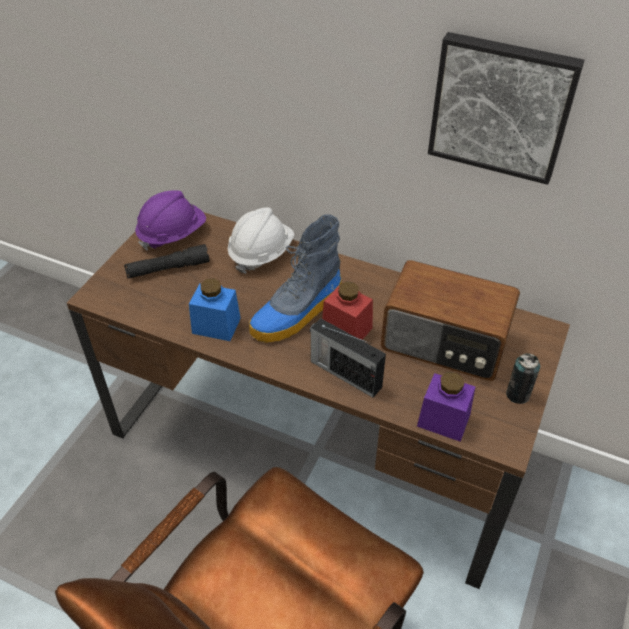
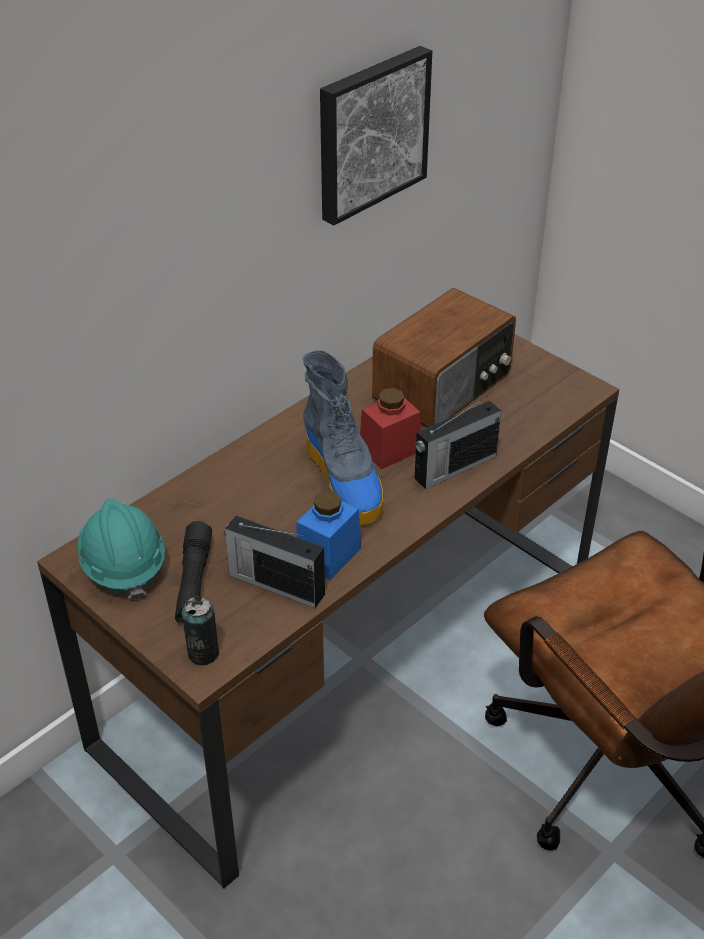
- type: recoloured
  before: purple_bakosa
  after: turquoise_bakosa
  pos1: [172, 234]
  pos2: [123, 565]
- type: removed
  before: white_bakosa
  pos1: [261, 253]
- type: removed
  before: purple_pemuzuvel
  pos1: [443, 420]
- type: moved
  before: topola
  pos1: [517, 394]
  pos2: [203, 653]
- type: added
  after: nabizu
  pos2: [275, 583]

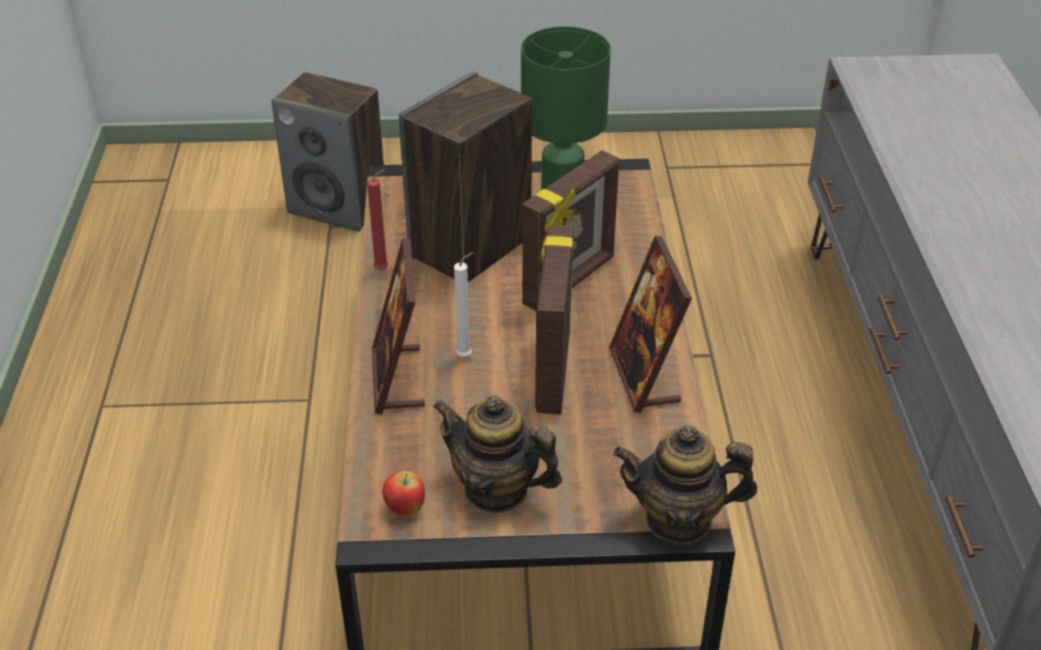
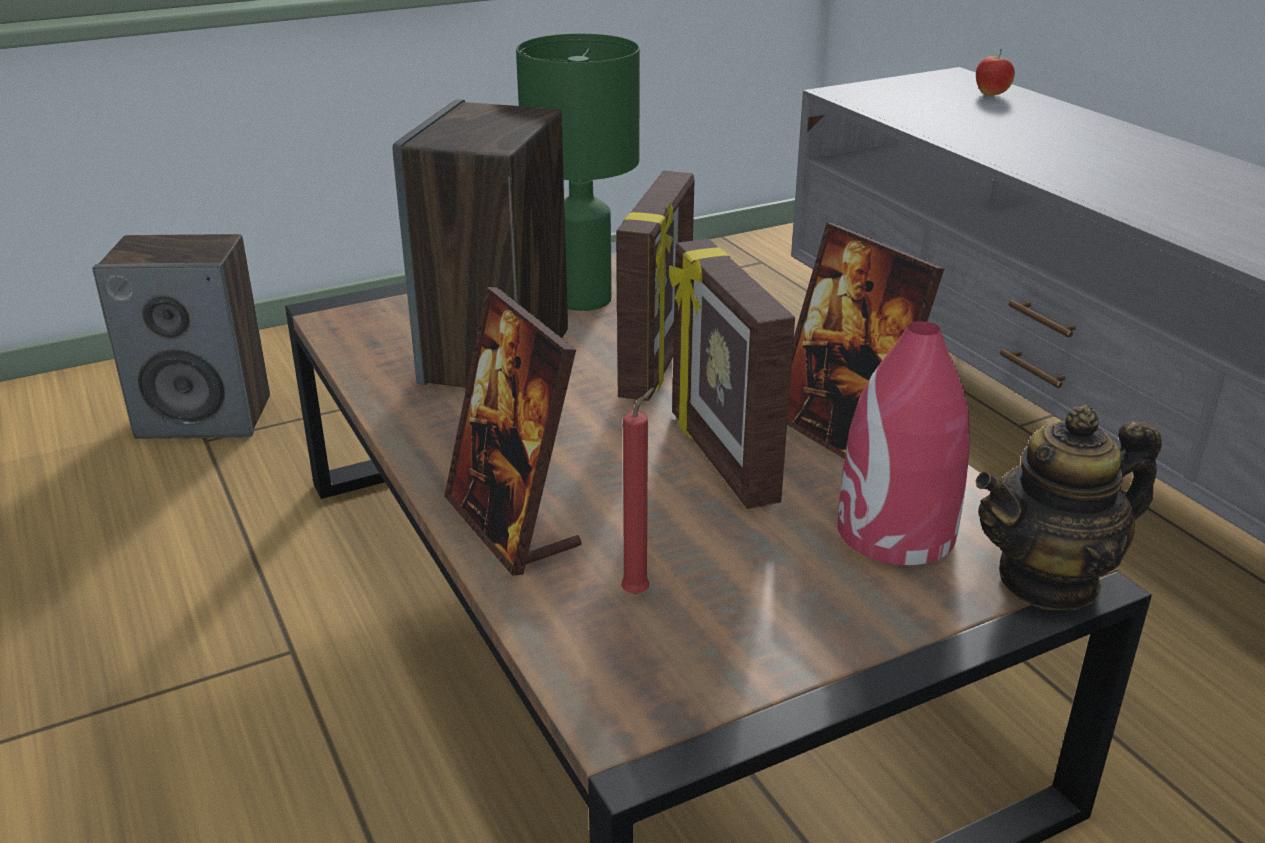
- type: moved
  before: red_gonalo
  pos1: [383, 269]
  pos2: [639, 592]
- type: moved
  before: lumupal
  pos1: [405, 509]
  pos2: [991, 95]
- type: removed
  before: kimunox
  pos1: [496, 490]
- type: removed
  before: white_gonalo
  pos1: [466, 356]
- type: added
  after: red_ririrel
  pos2: [896, 532]

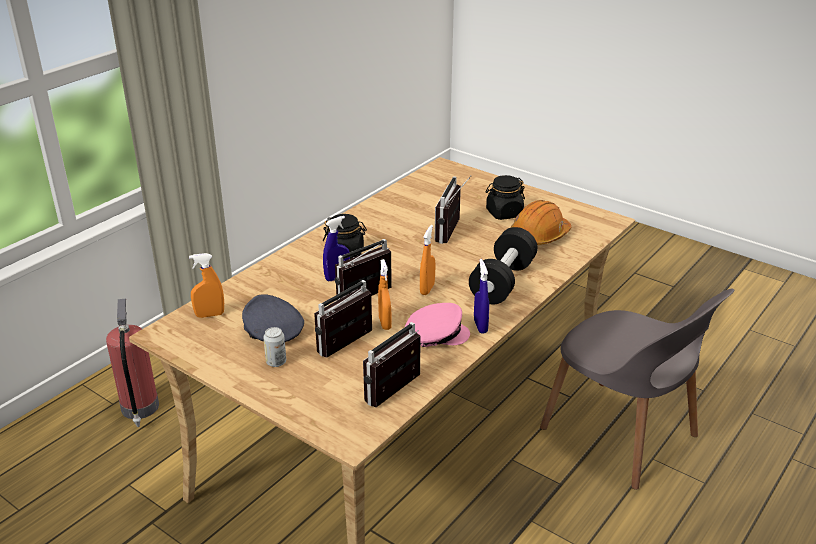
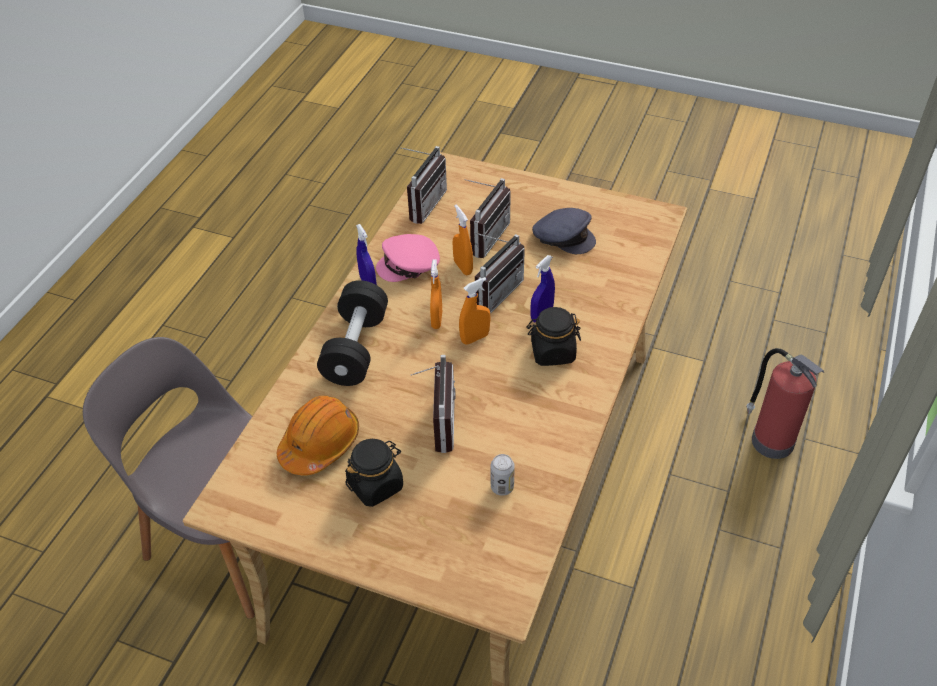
- type: moved
  before: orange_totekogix
  pos1: [210, 315]
  pos2: [475, 338]
- type: moved
  before: topola
  pos1: [276, 362]
  pos2: [502, 487]

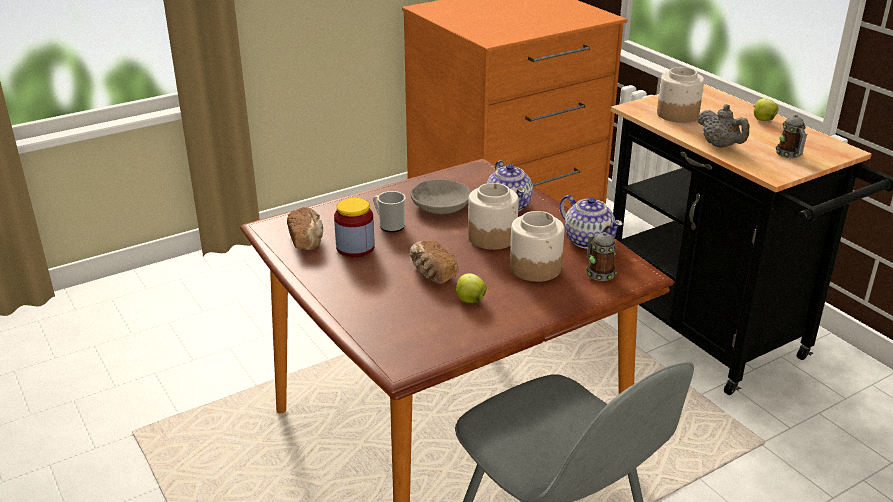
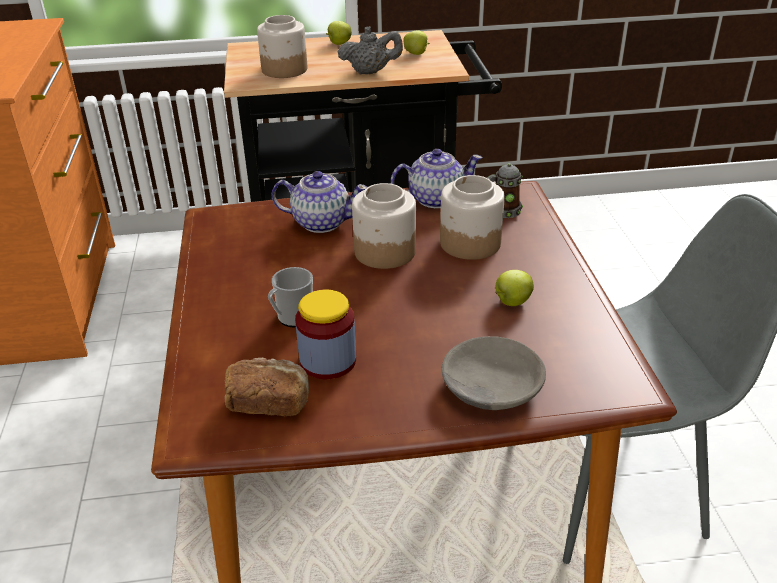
- type: moved
  before: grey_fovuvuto
  pos1: [440, 205]
  pos2: [490, 387]
- type: removed
  before: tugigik
  pos1: [432, 273]
- type: replaced
  before: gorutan
  after: lumupal
  pos1: [790, 155]
  pos2: [416, 54]

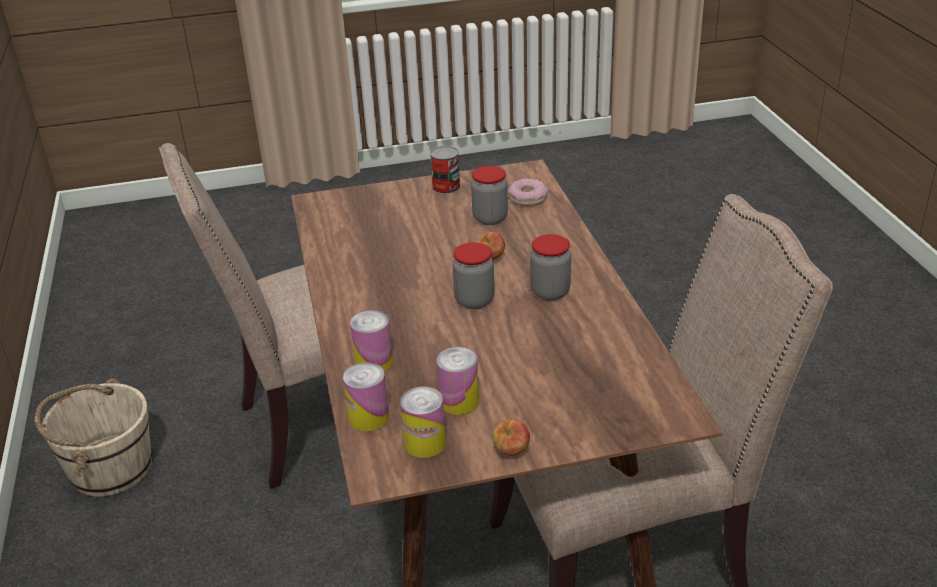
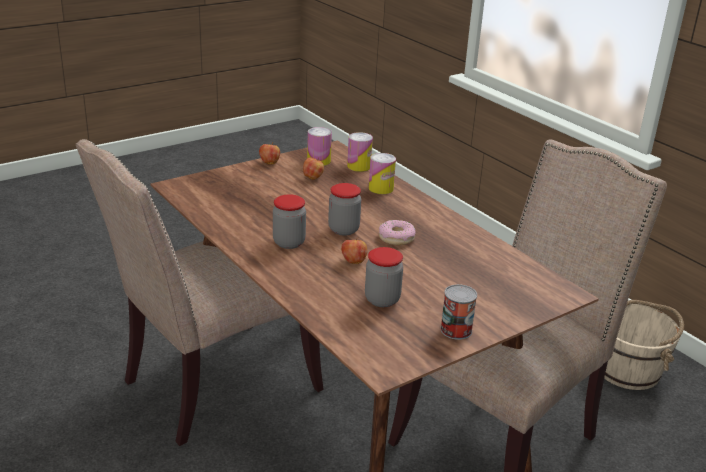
- type: replaced
  before: topola
  after: lumupal
  pos1: [459, 401]
  pos2: [313, 178]
- type: moved
  before: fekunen
  pos1: [528, 198]
  pos2: [396, 238]

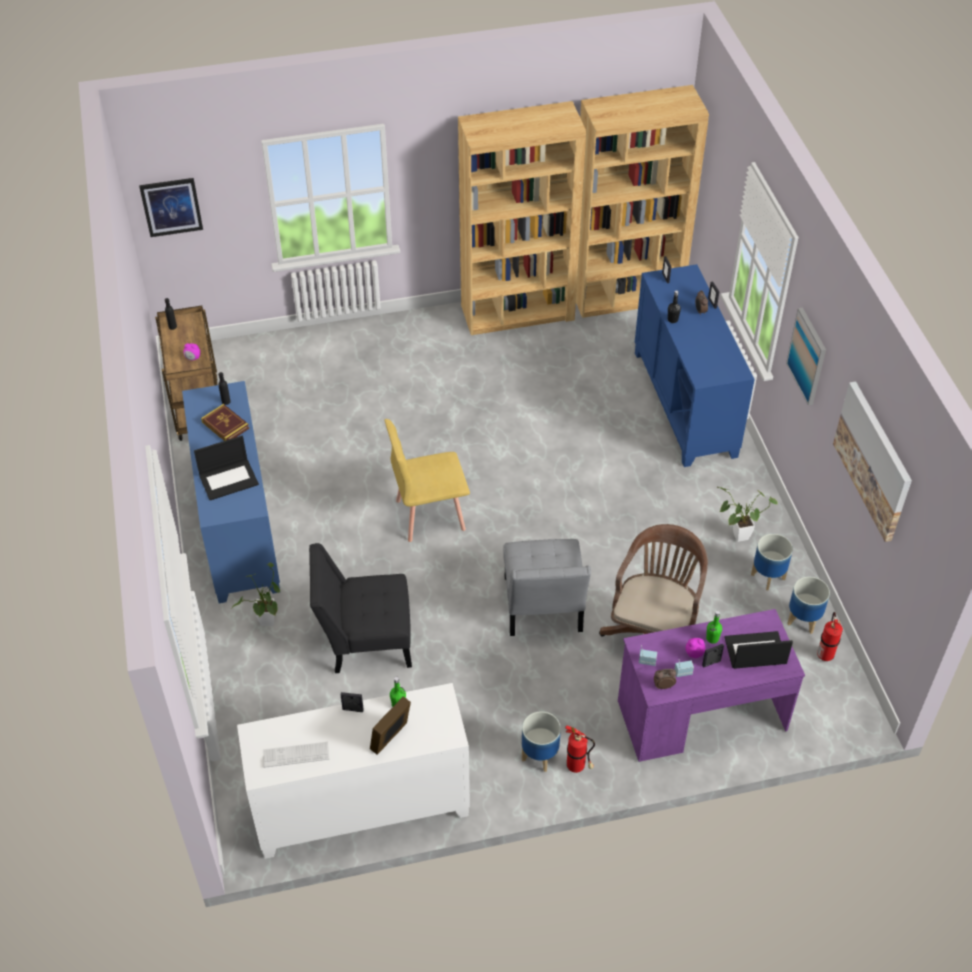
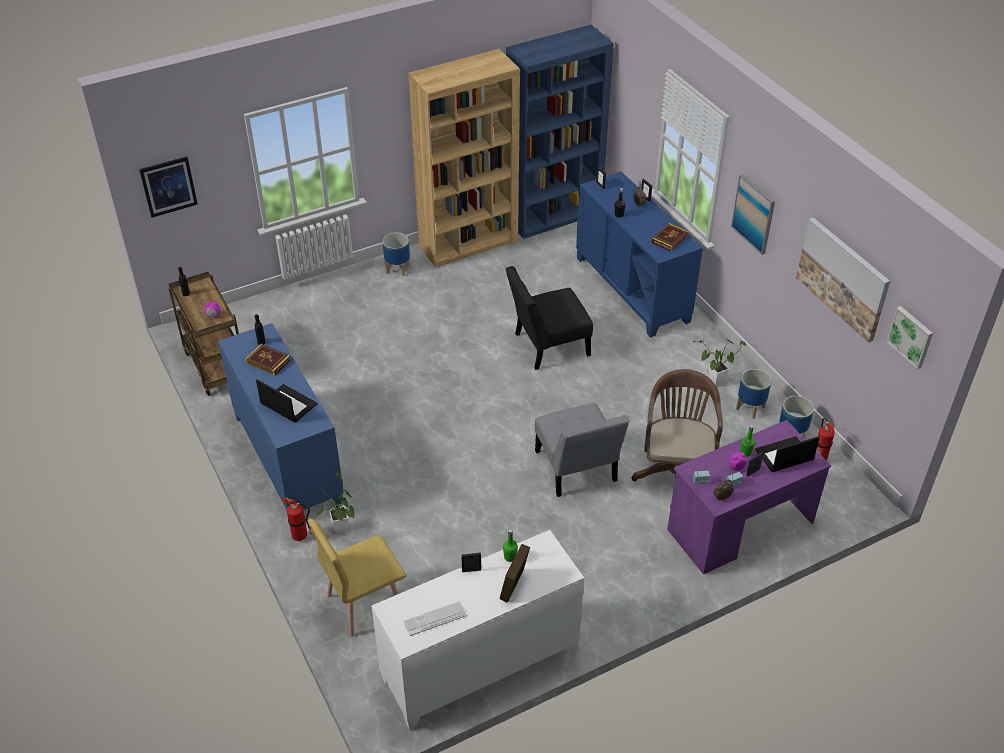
- type: turned
  before: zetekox
  pos1: [229, 479]
  pos2: [288, 404]
  turn: -105
- type: moved
  before: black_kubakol
  pos1: [365, 640]
  pos2: [547, 346]
- type: moved
  before: yellow_kubakol
  pos1: [429, 514]
  pos2: [364, 603]
- type: moved
  before: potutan
  pos1: [539, 756]
  pos2: [397, 269]
- type: moved
  before: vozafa
  pos1: [577, 767]
  pos2: [302, 537]
- type: recoloured
  before: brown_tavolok
  after: blue_tavolok
  pos1: [627, 296]
  pos2: [554, 216]
- type: added
  after: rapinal
  pos2: [669, 239]
- type: added
  after: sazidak
  pos2: [911, 336]

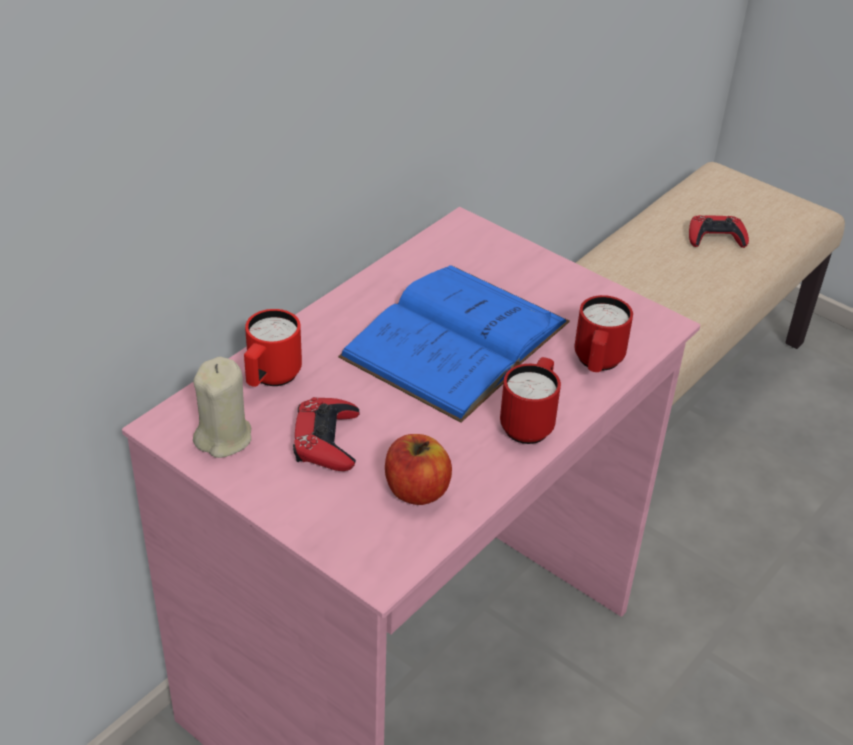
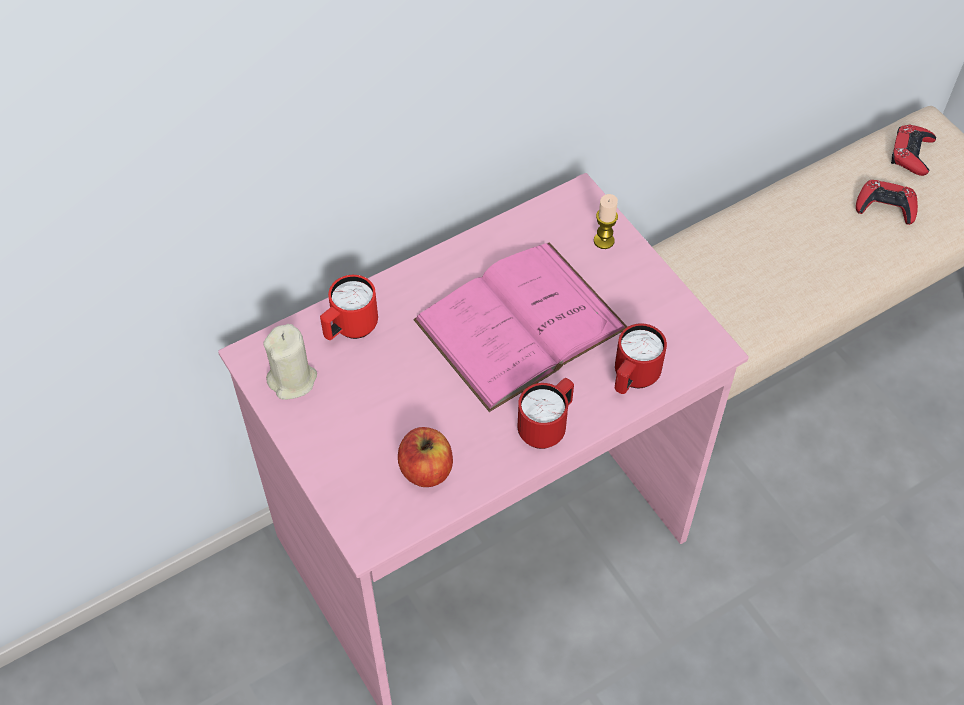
- type: moved
  before: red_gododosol
  pos1: [326, 441]
  pos2: [911, 154]
- type: recoloured
  before: blue_rapinal
  after: pink_rapinal
  pos1: [456, 339]
  pos2: [520, 324]
- type: added
  after: gonalo
  pos2: [604, 241]

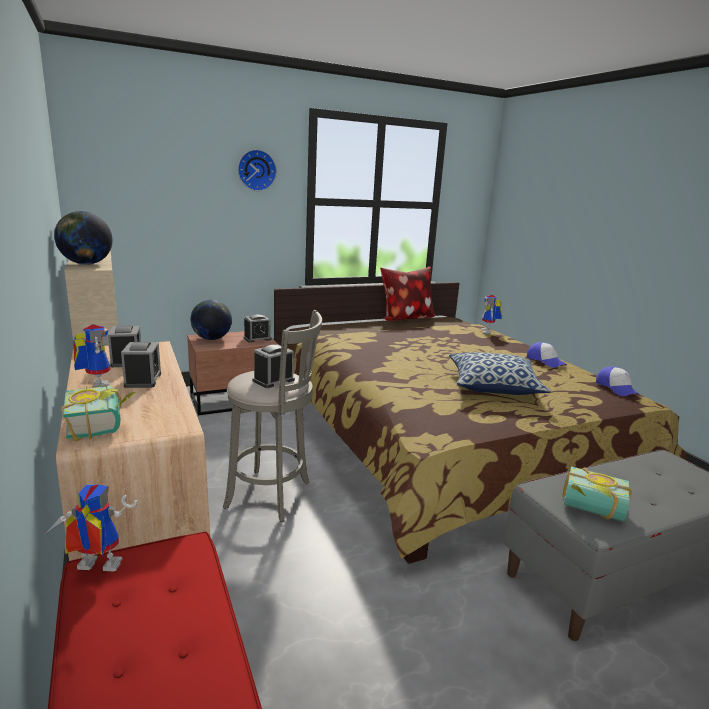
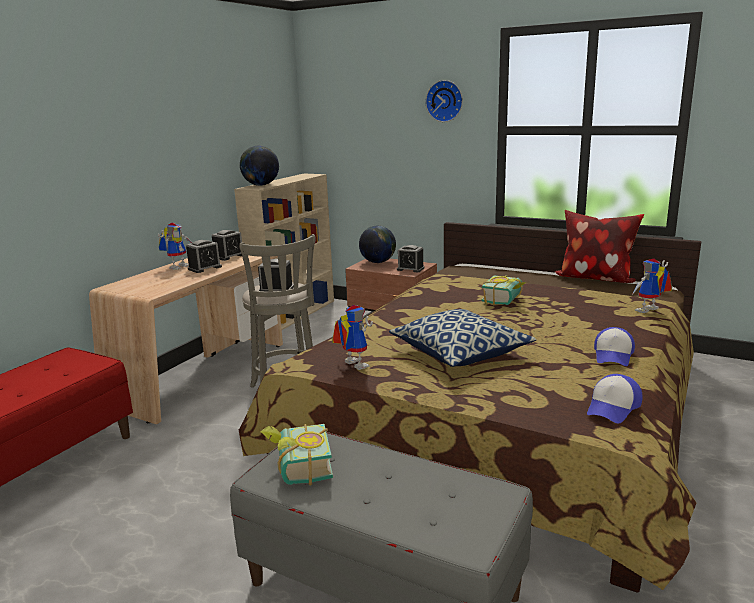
- type: moved
  before: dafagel
  pos1: [93, 569]
  pos2: [351, 365]
- type: moved
  before: rapinal
  pos1: [102, 424]
  pos2: [506, 300]

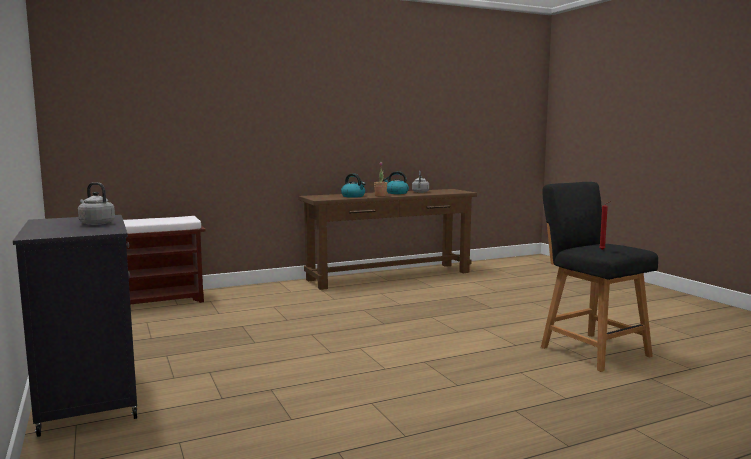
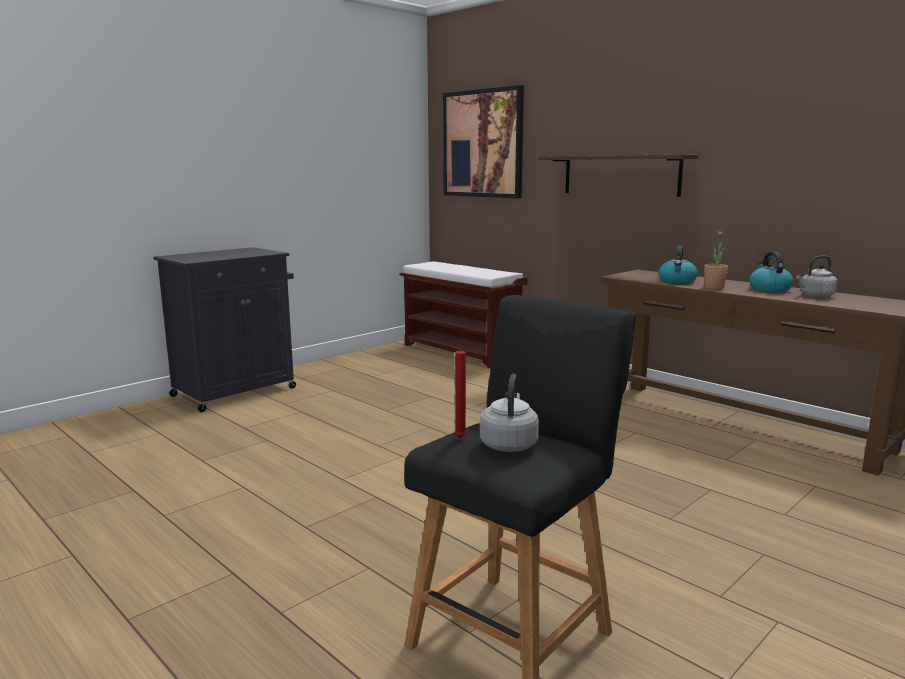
- type: moved
  before: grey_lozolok
  pos1: [96, 223]
  pos2: [509, 444]
- type: added
  after: sazidak
  pos2: [482, 144]
- type: added
  after: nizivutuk
  pos2: [620, 175]

